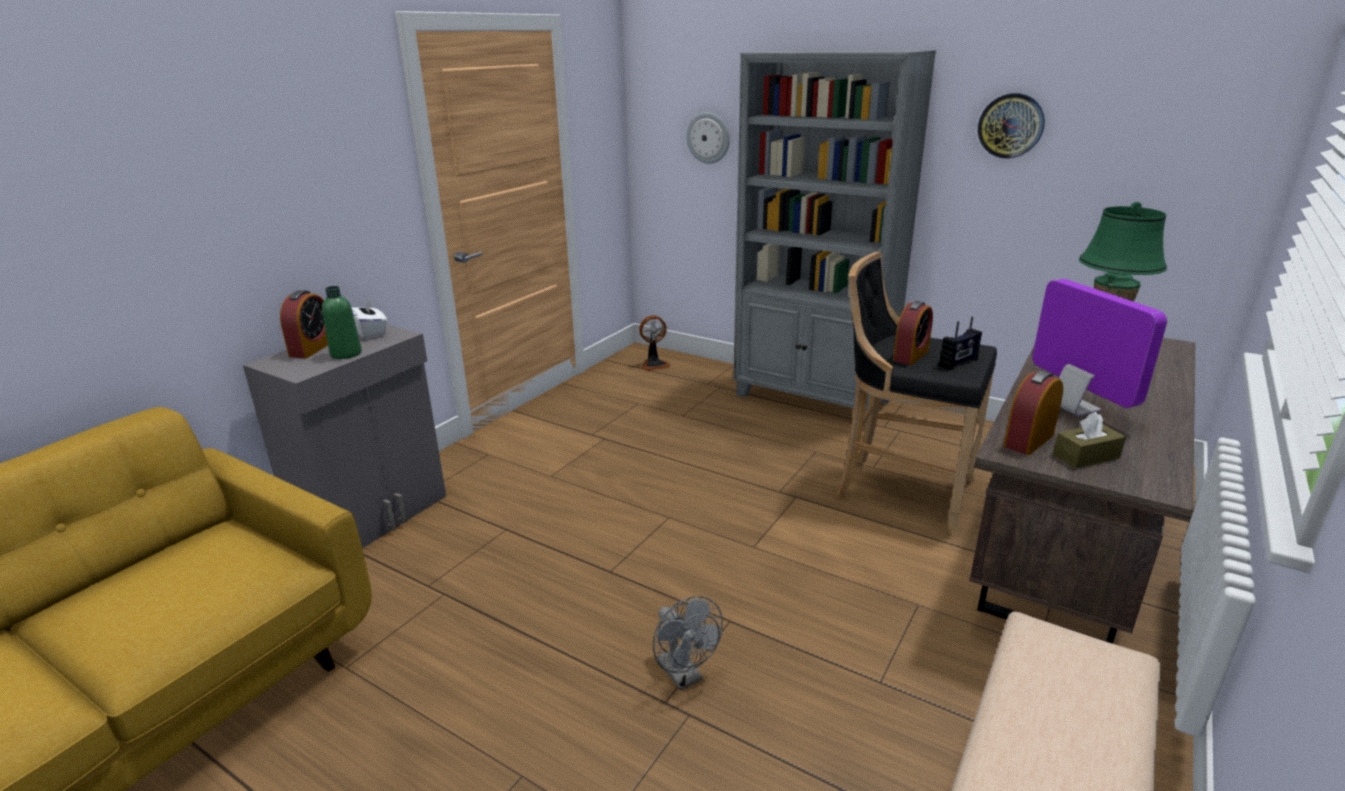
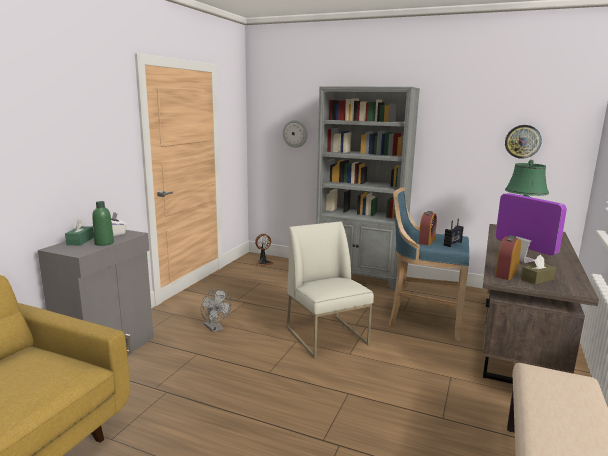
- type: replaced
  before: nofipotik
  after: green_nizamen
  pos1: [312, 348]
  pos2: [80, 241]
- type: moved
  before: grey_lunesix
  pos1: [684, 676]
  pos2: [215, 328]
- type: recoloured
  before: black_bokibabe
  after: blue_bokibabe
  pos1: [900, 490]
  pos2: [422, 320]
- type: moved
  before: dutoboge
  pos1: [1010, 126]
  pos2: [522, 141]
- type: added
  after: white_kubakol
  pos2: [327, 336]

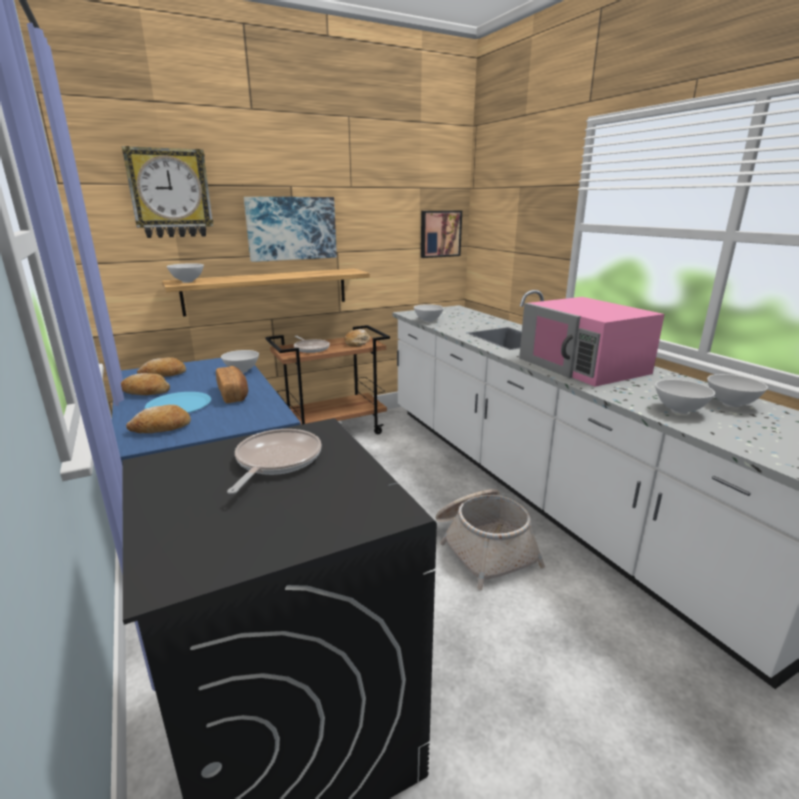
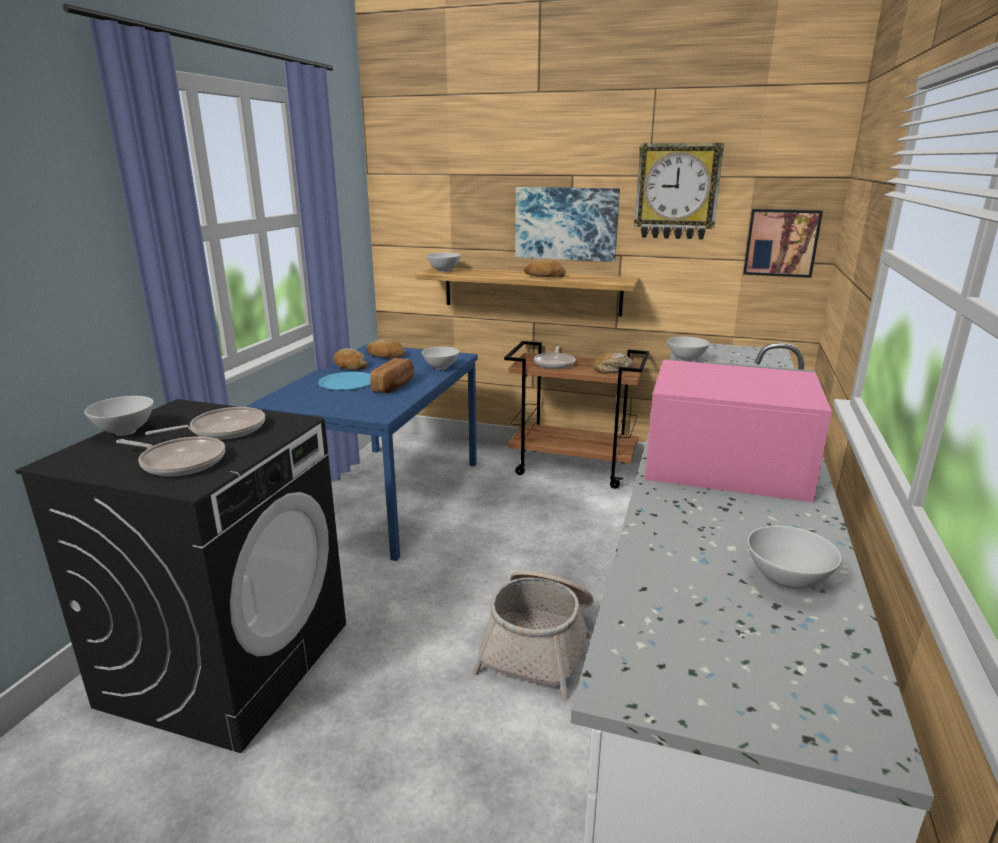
- type: moved
  before: dutoboge
  pos1: [170, 193]
  pos2: [677, 191]
- type: moved
  before: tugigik
  pos1: [161, 428]
  pos2: [544, 276]
- type: turned
  before: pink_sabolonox
  pos1: [583, 366]
  pos2: [724, 464]
  turn: 90
- type: moved
  before: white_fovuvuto
  pos1: [679, 410]
  pos2: [126, 432]
- type: added
  after: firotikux
  pos2: [180, 462]

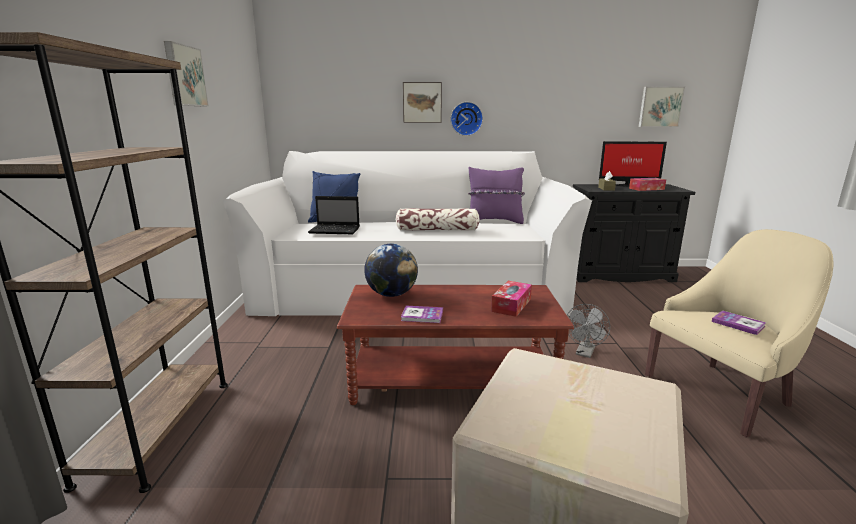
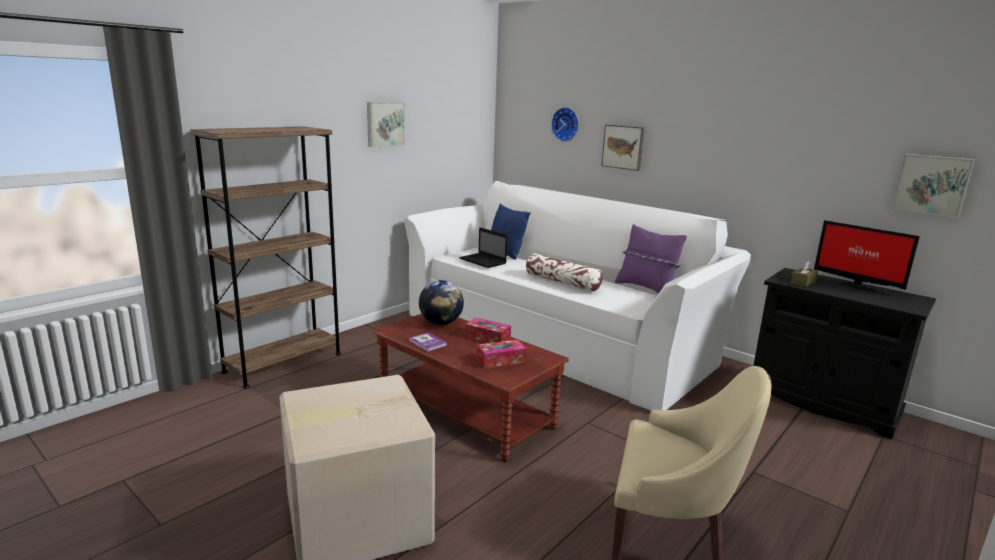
- type: moved
  before: dutoboge
  pos1: [466, 118]
  pos2: [566, 124]
- type: removed
  before: grey_lunesix
  pos1: [585, 353]
- type: moved
  before: nizamen
  pos1: [646, 189]
  pos2: [487, 337]
- type: removed
  before: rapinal
  pos1: [738, 324]

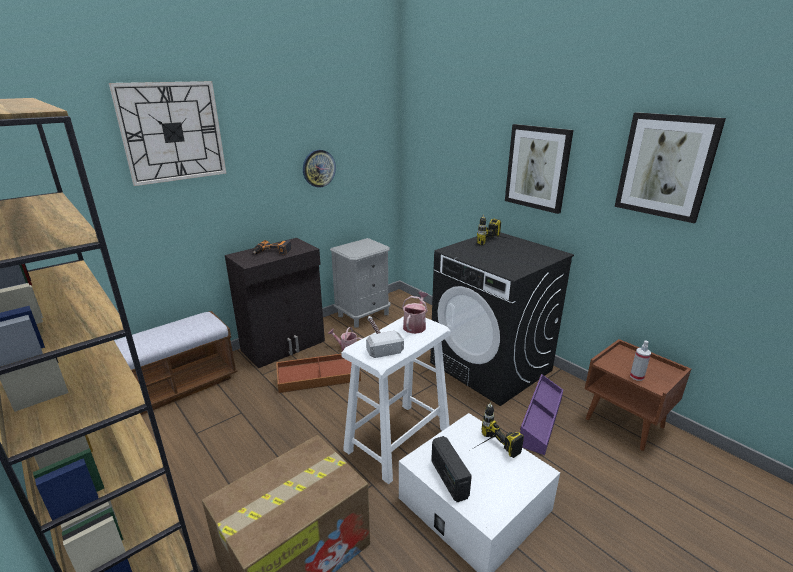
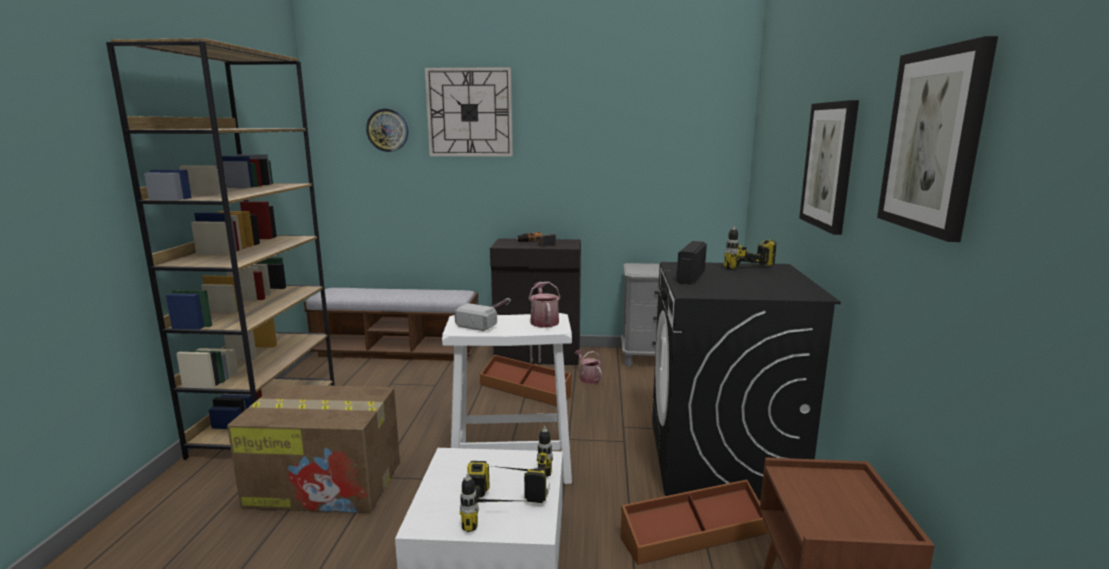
- type: moved
  before: dutoboge
  pos1: [318, 168]
  pos2: [387, 130]
- type: turned
  before: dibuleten
  pos1: [415, 325]
  pos2: [543, 321]
  turn: -75
- type: moved
  before: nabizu
  pos1: [449, 479]
  pos2: [690, 277]
- type: recoloured
  before: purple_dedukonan
  after: brown_dedukonan
  pos1: [540, 420]
  pos2: [693, 534]
- type: removed
  before: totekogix
  pos1: [636, 377]
- type: added
  after: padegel
  pos2: [497, 512]

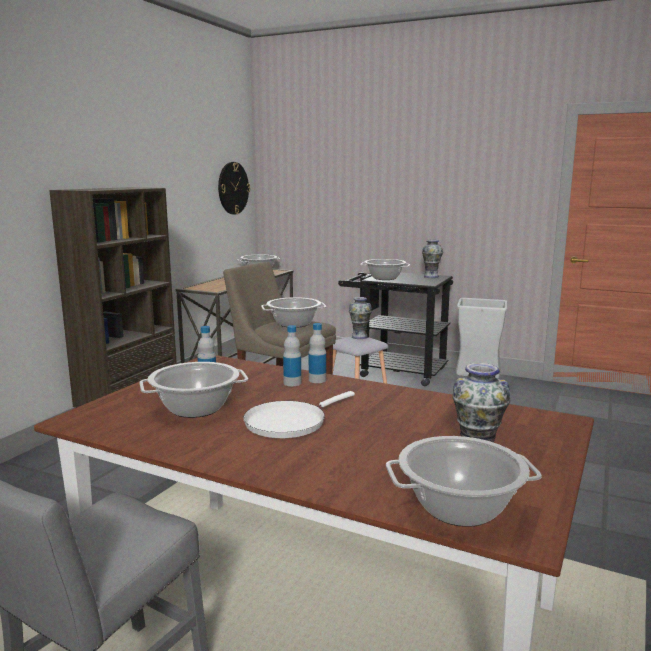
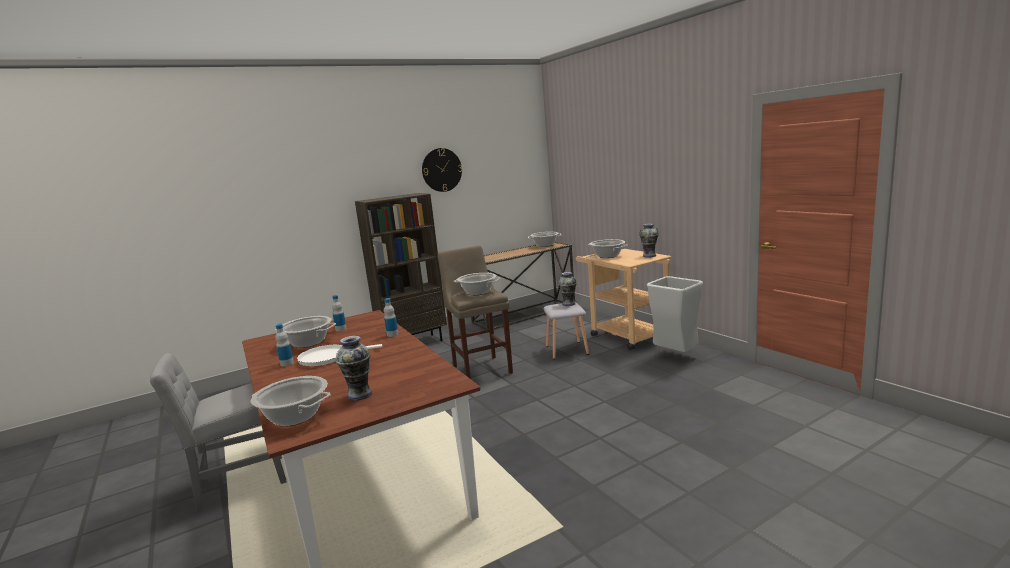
- type: moved
  before: dutoboge
  pos1: [233, 188]
  pos2: [441, 170]
- type: moved
  before: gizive
  pos1: [292, 383]
  pos2: [287, 364]
- type: recoloured
  before: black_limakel
  after: beige_limakel
  pos1: [395, 371]
  pos2: [624, 334]

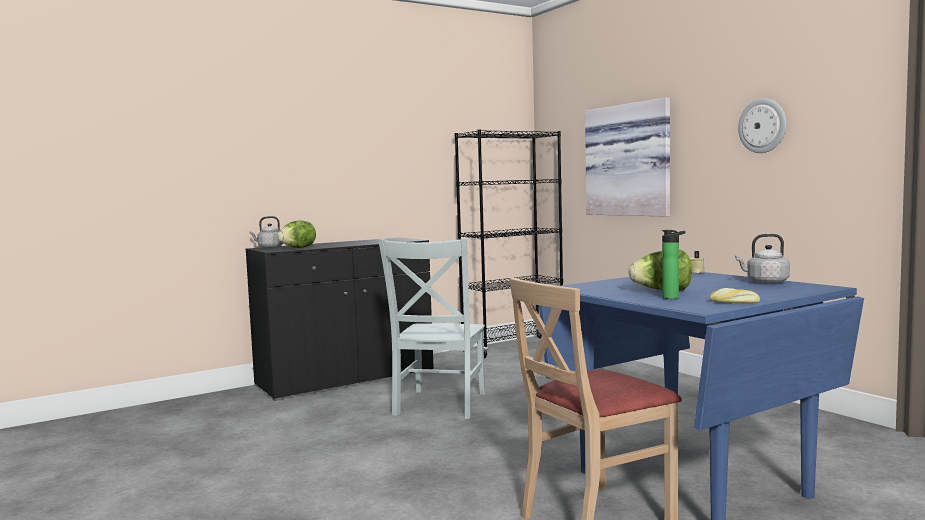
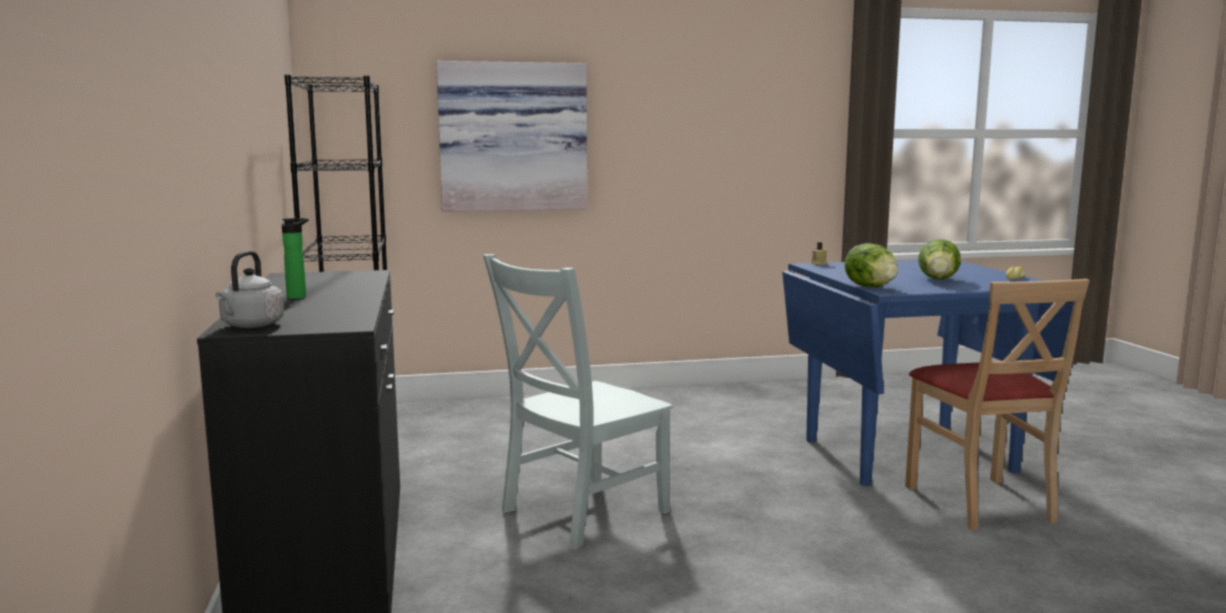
- type: moved
  before: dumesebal
  pos1: [298, 248]
  pos2: [870, 287]
- type: turned
  before: grey_kubakol
  pos1: [439, 405]
  pos2: [579, 513]
  turn: 105
- type: moved
  before: gizive
  pos1: [673, 298]
  pos2: [299, 297]
- type: removed
  before: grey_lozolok
  pos1: [765, 282]
- type: removed
  before: dutoboge
  pos1: [762, 126]

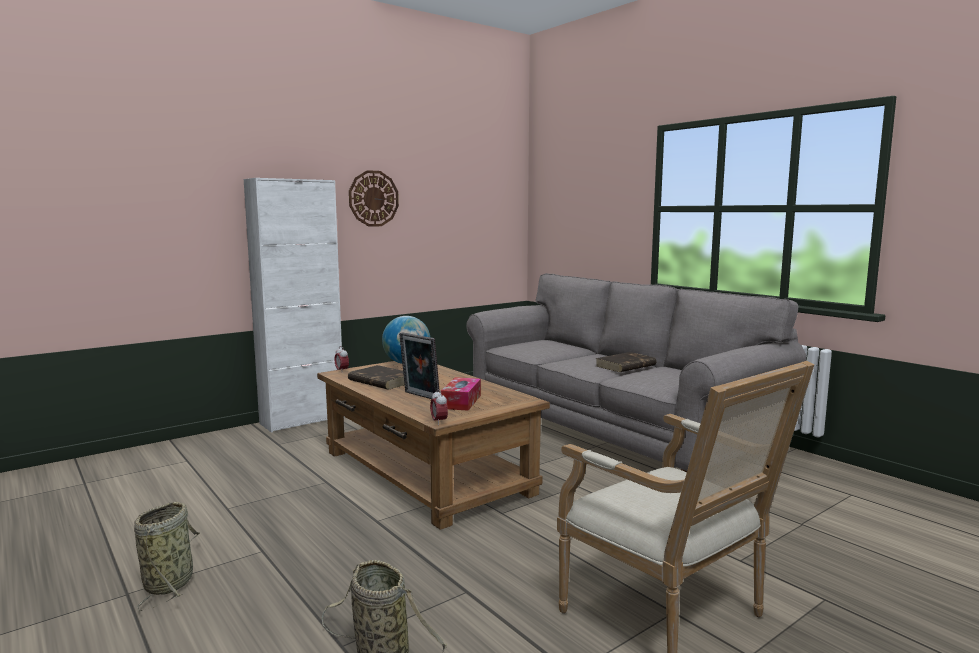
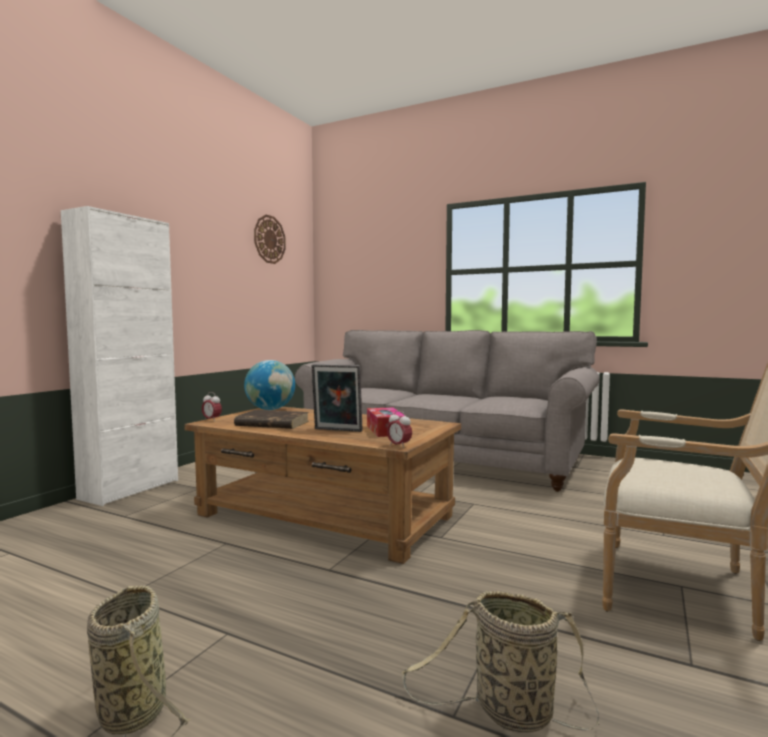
- type: moved
  before: dutoboge
  pos1: [373, 198]
  pos2: [269, 239]
- type: removed
  before: brown_rapinal
  pos1: [625, 366]

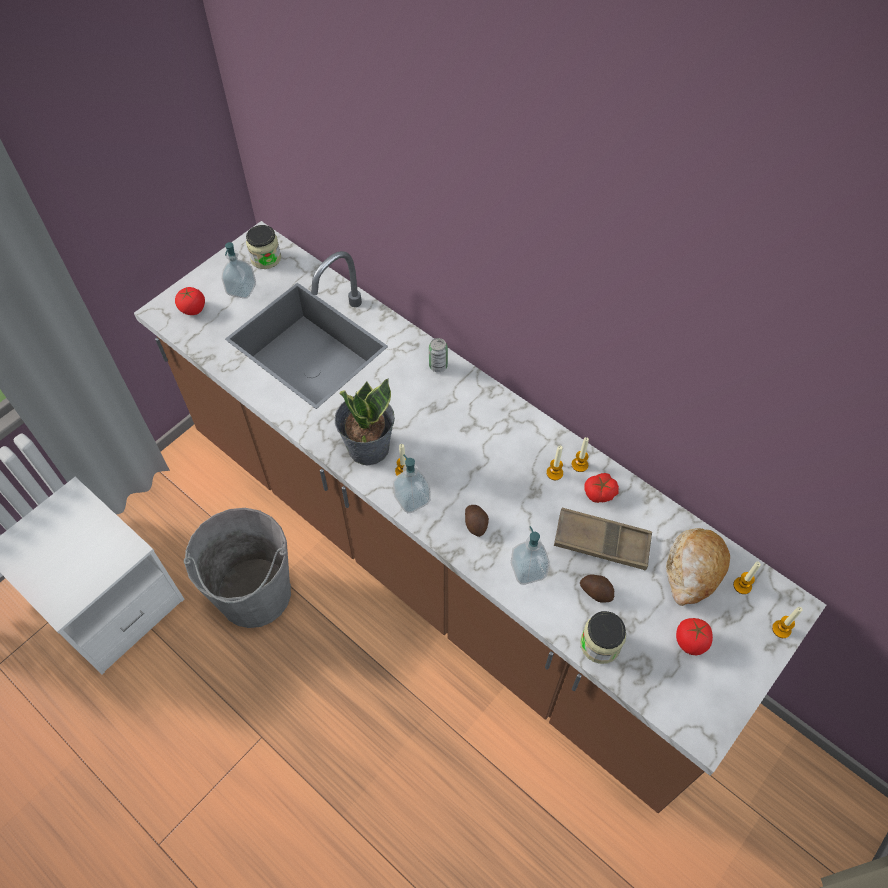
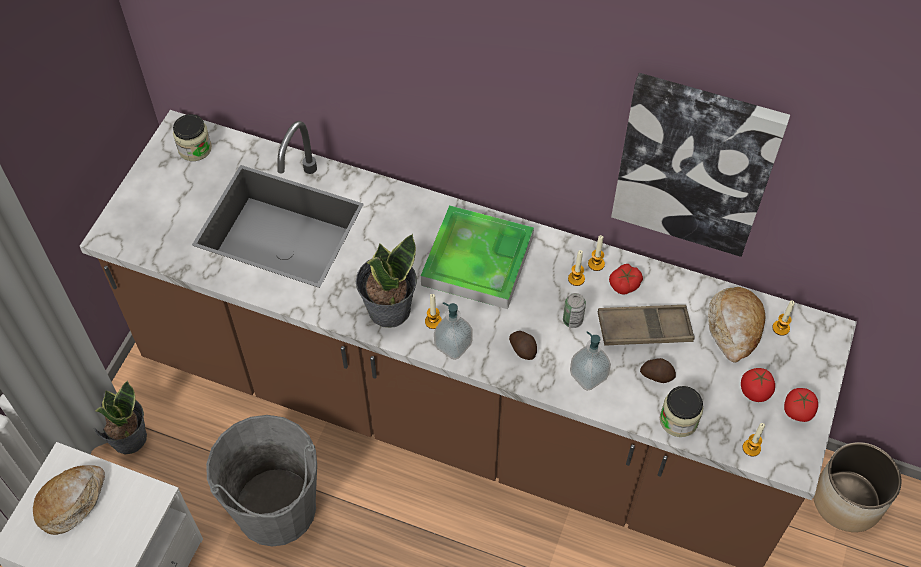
- type: moved
  before: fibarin
  pos1: [193, 309]
  pos2: [797, 411]
- type: removed
  before: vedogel
  pos1: [241, 289]
- type: moved
  before: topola
  pos1: [438, 366]
  pos2: [572, 320]
- type: moved
  before: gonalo
  pos1: [781, 629]
  pos2: [751, 448]
- type: added
  after: tugigik
  pos2: [71, 502]
- type: added
  after: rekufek
  pos2: [128, 438]
- type: added
  after: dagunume
  pos2: [477, 261]
- type: added
  after: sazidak
  pos2: [695, 164]
- type: added
  after: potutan
  pos2: [847, 501]

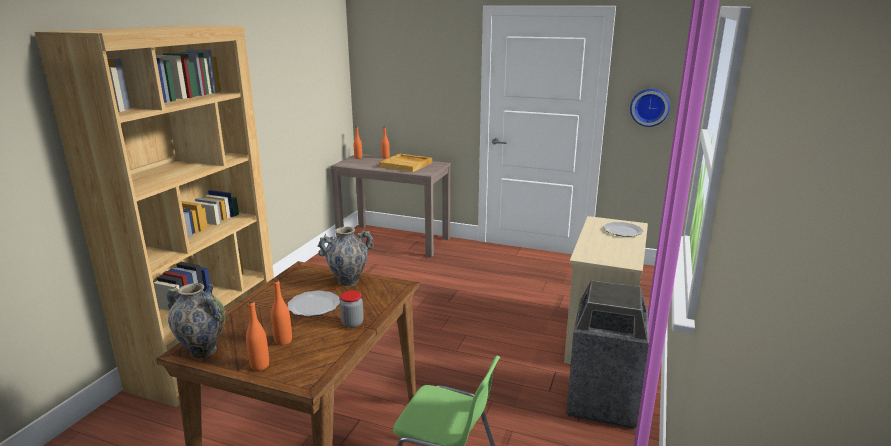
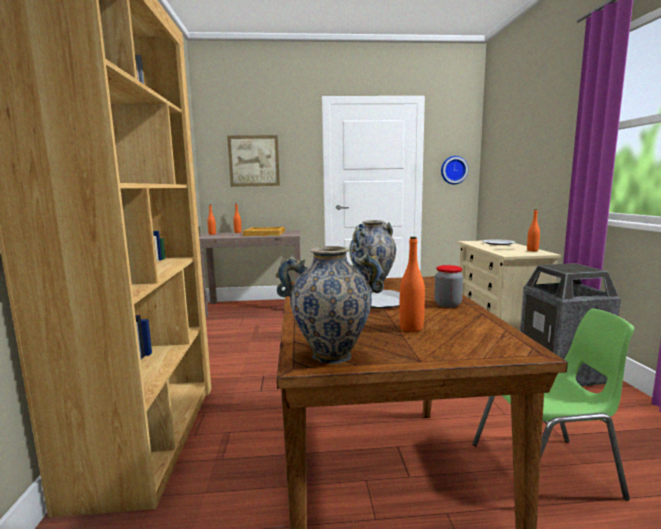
- type: moved
  before: orange_gizive
  pos1: [260, 365]
  pos2: [532, 250]
- type: added
  after: sazidak
  pos2: [254, 161]

